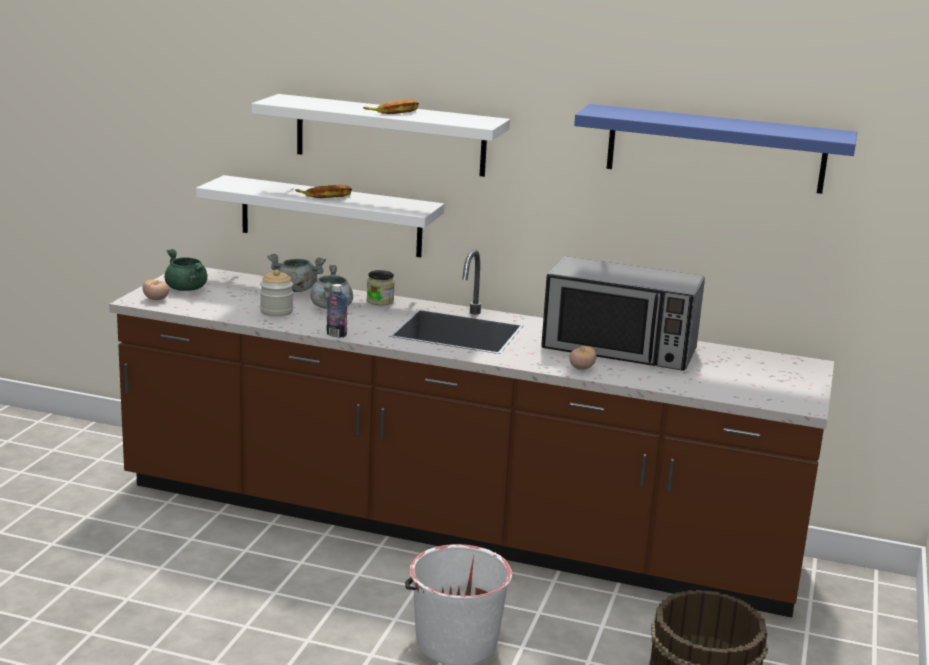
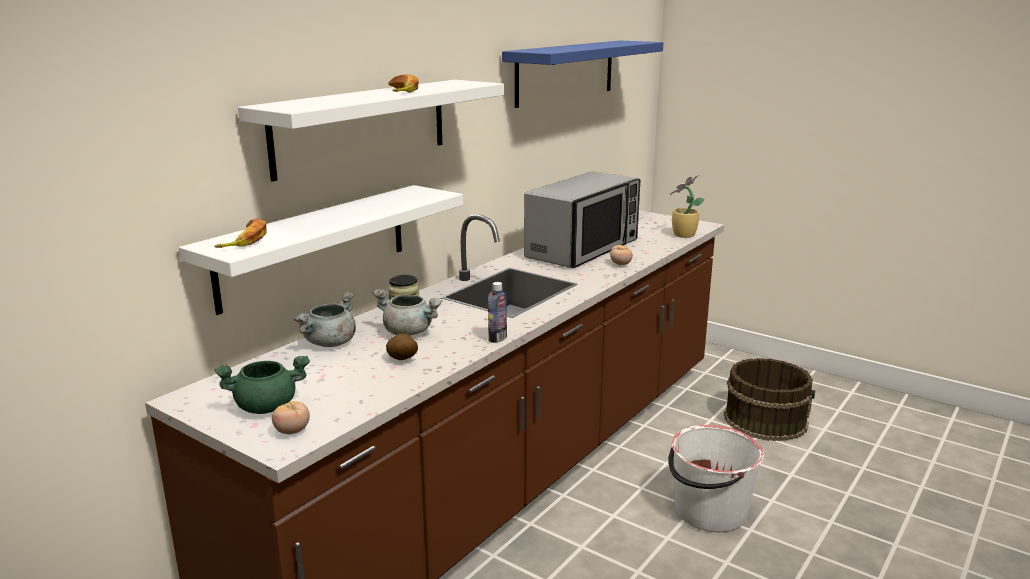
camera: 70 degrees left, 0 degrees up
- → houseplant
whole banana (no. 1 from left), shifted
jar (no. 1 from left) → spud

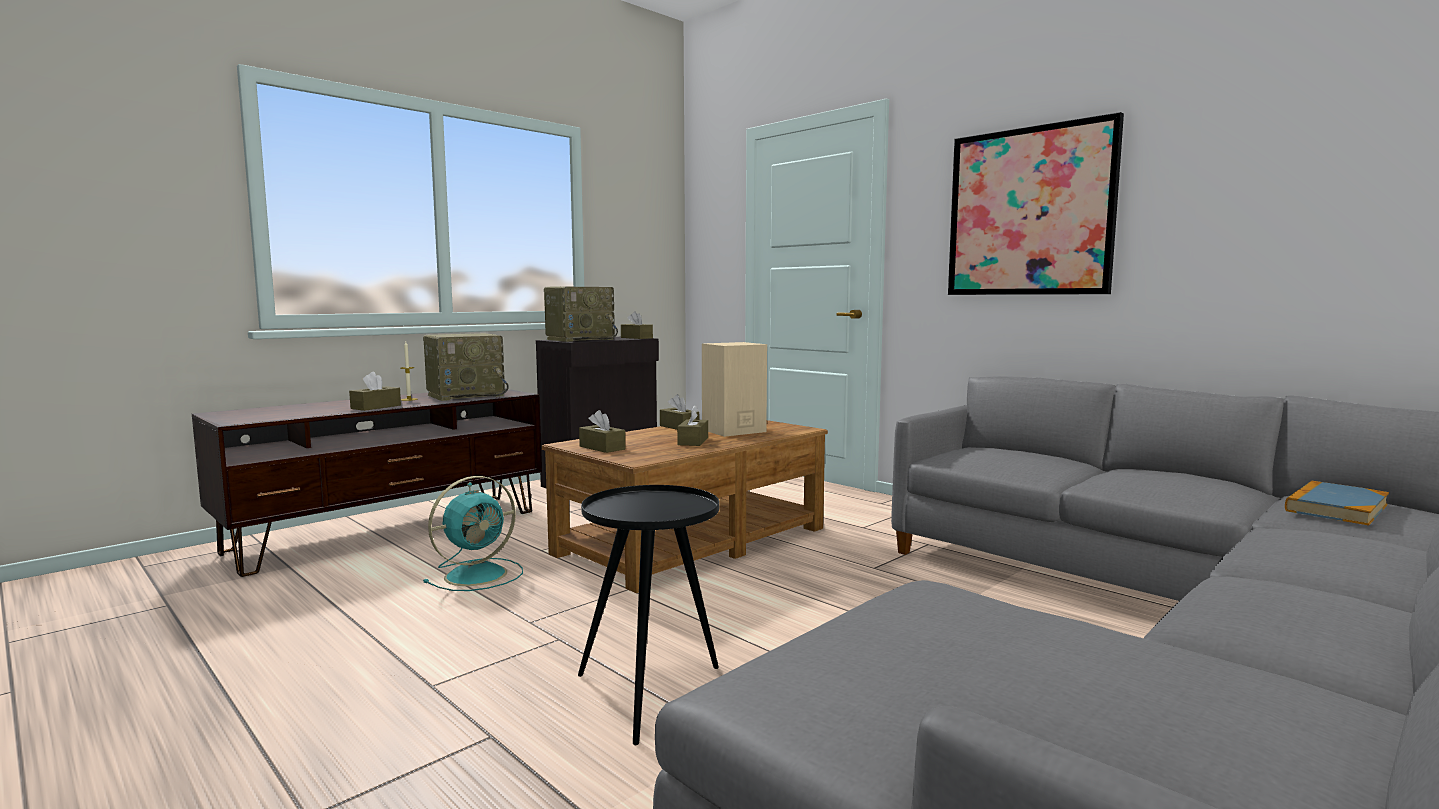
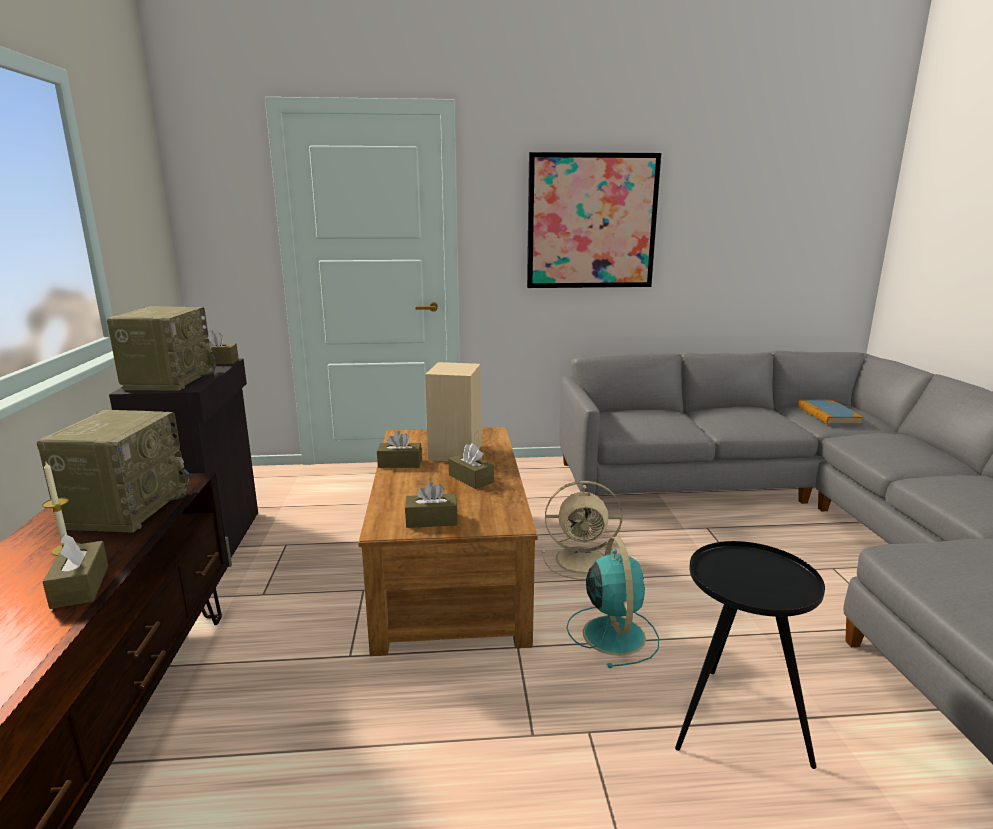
camera: 50 degrees left, 10 degrees up
- → beige fan
turquoise-coloured fan, shifted

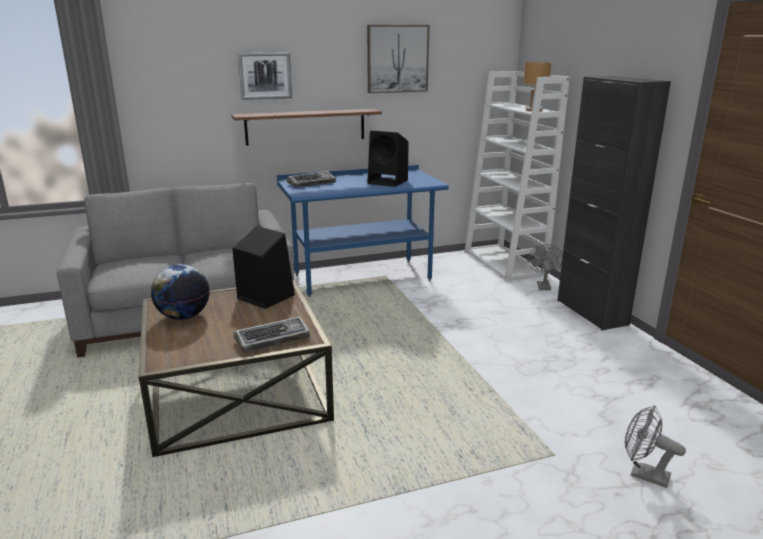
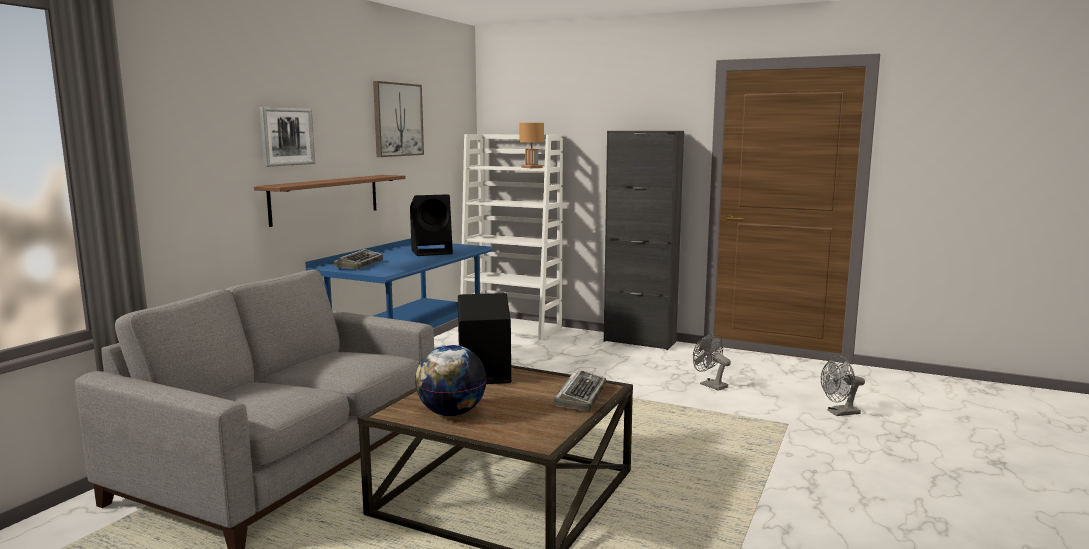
camera: 45 degrees left, 10 degrees down
grey fan (no. 1 from left), shifted

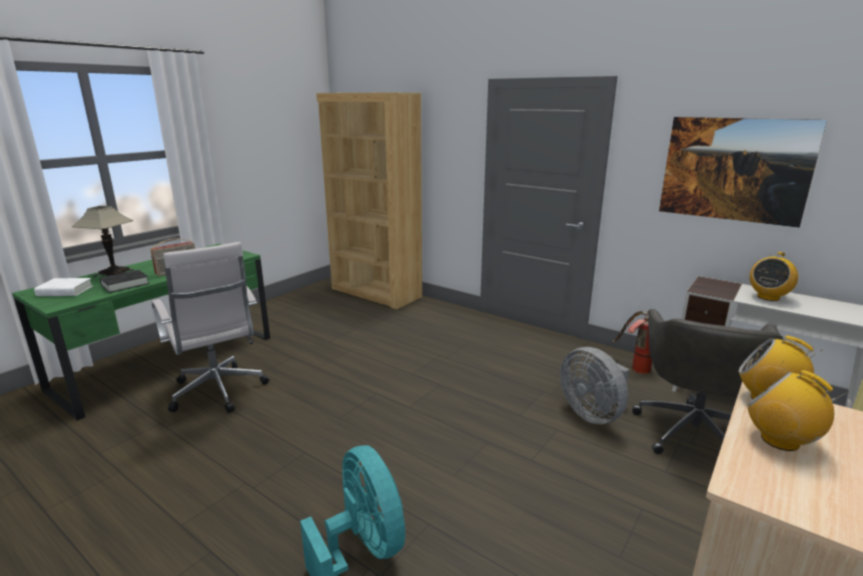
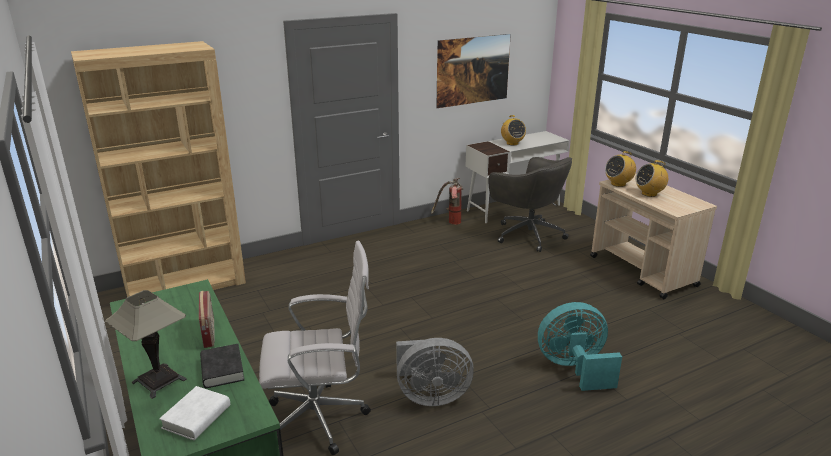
camera: 65 degrees left, 5 degrees up
grey fan, shifted

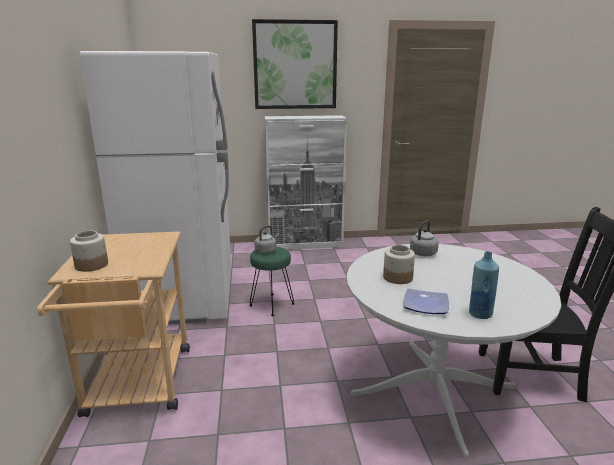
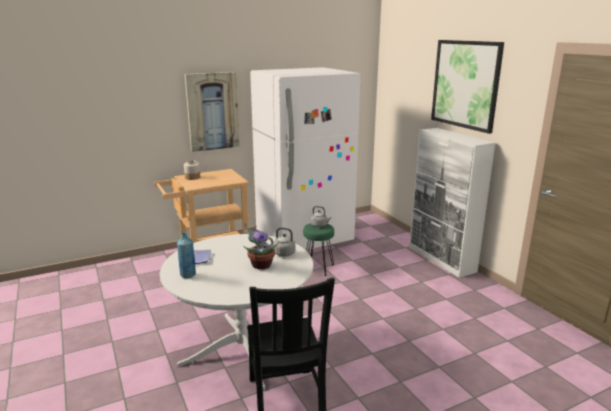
camera: 70 degrees right, 0 degrees up
jar (no. 2 from left) → -
- → wall art (no. 1 from left)
- → houseplant

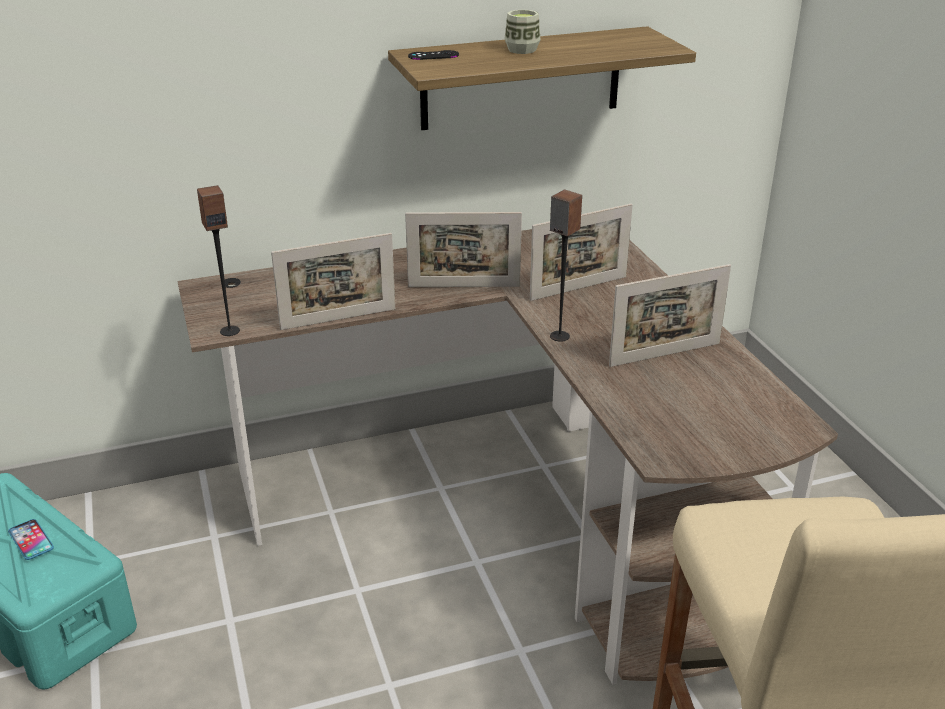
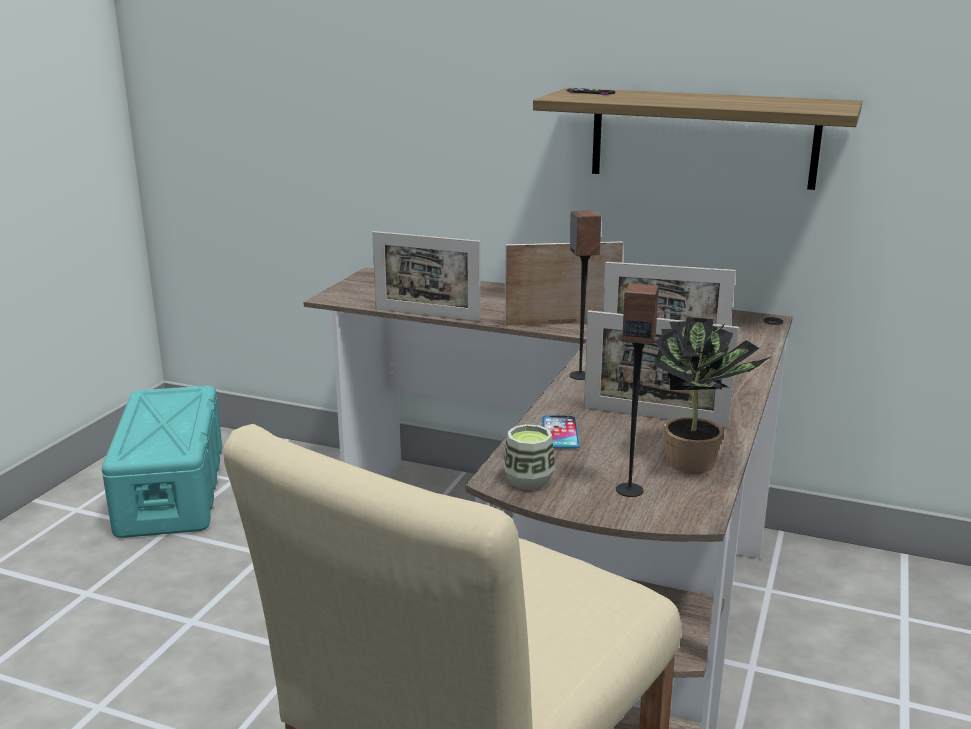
camera: 40 degrees right, 10 degrees down
- → houseplant
handset, shifted
loudspeaker (no. 1 from left in the first image) → loudspeaker (no. 2 from left), shifted
small cup, shifted
picture frame (no. 2 from left), 135 degrees clockwise

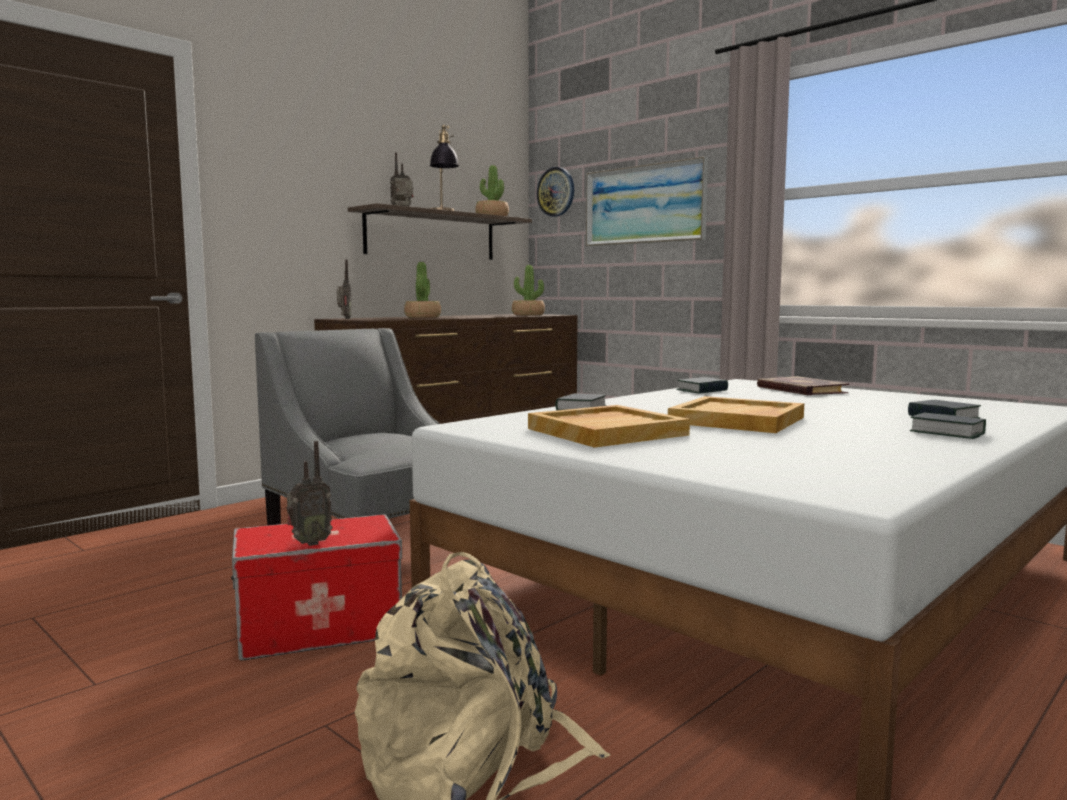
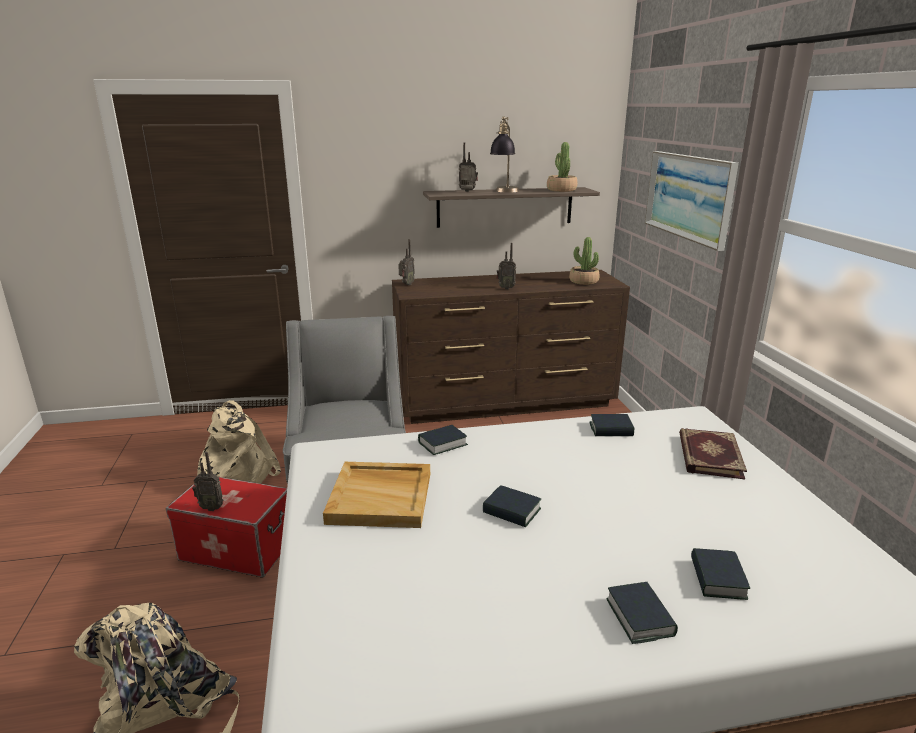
camera: 35 degrees right, 15 degrees up
houseplant (no. 1 from left) → -
hanging clock → -
- → beige knapsack (no. 2 from left)
- → radio receiver (no. 4 from left)
beige serving tray (no. 2 from left) → book (no. 2 from left)

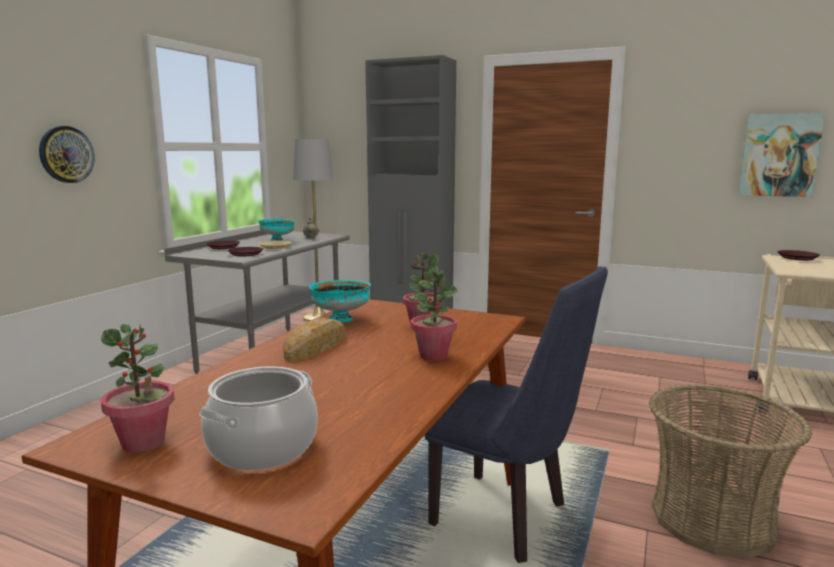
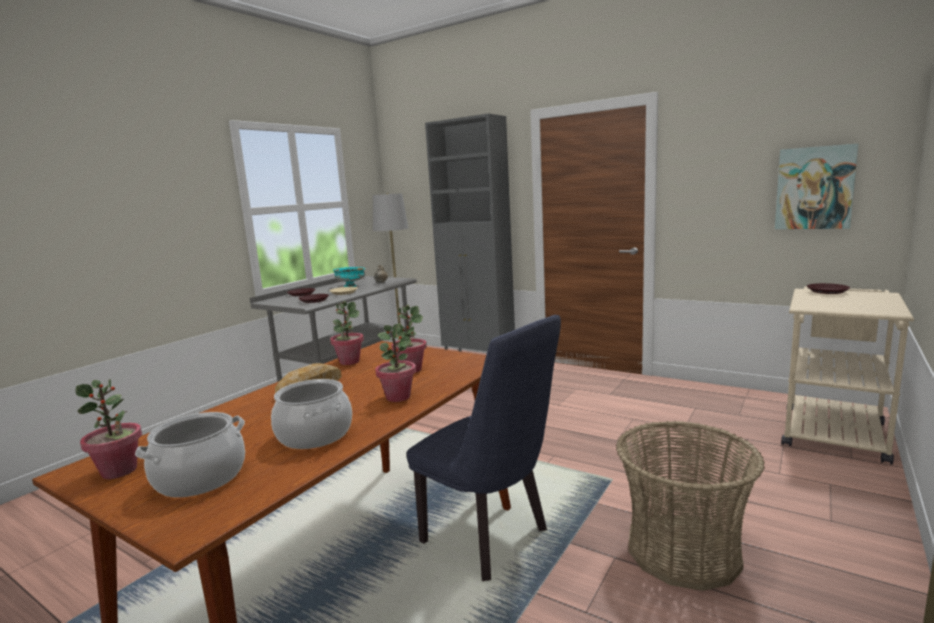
camera: 10 degrees right, 0 degrees up
hanging clock → -
- → stockpot (no. 2 from left)
turquoise-coloured deep dish (no. 2 from left) → houseplant (no. 2 from left)

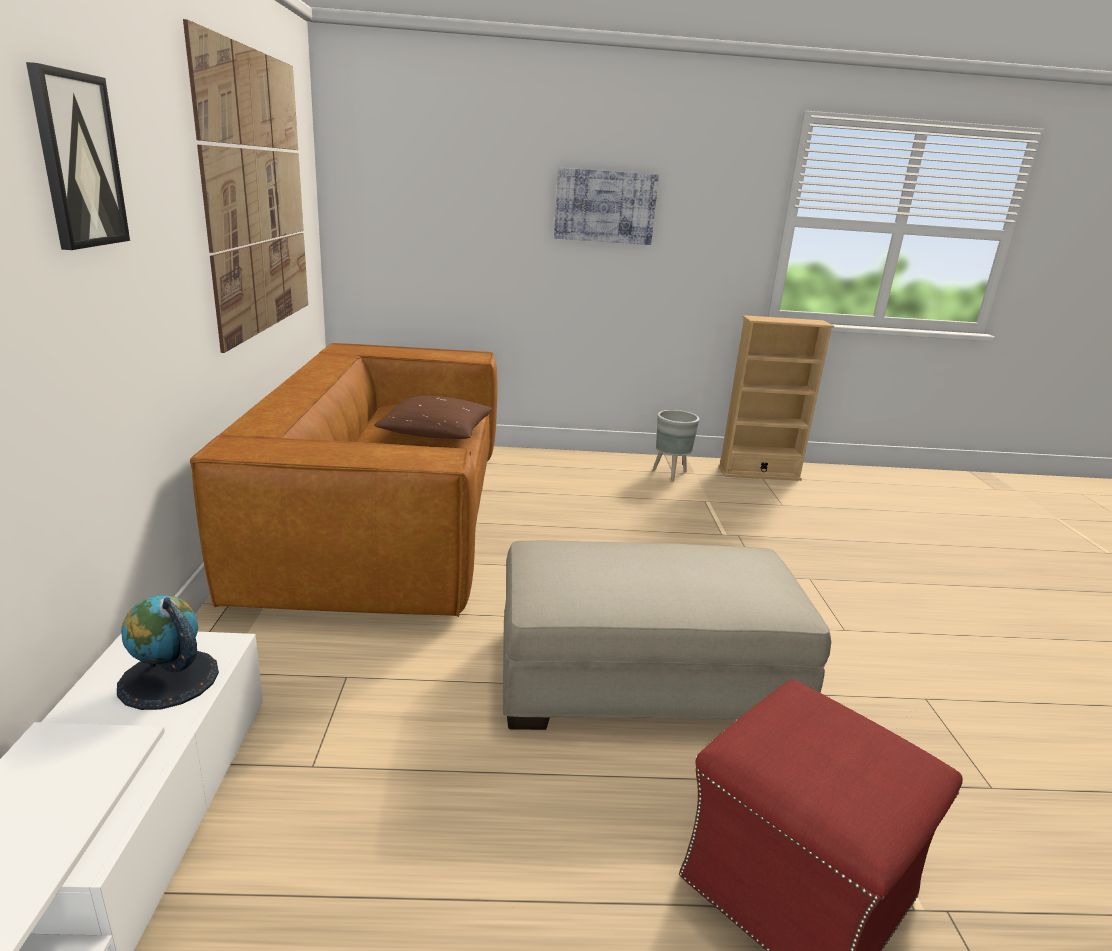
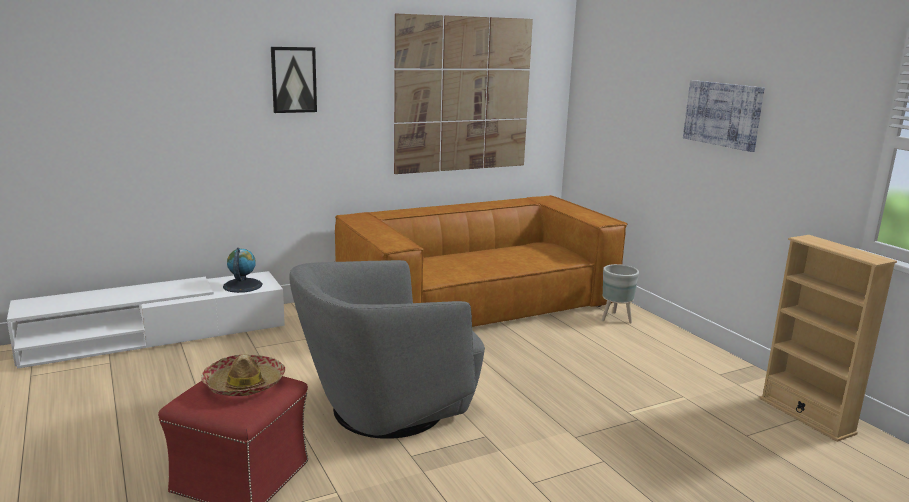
camera: 65 degrees right, 5 degrees down
brownish throw pillow → -
- → wearable hat
grey flower pot, shifted
beige pouffe → grey lounge chair

